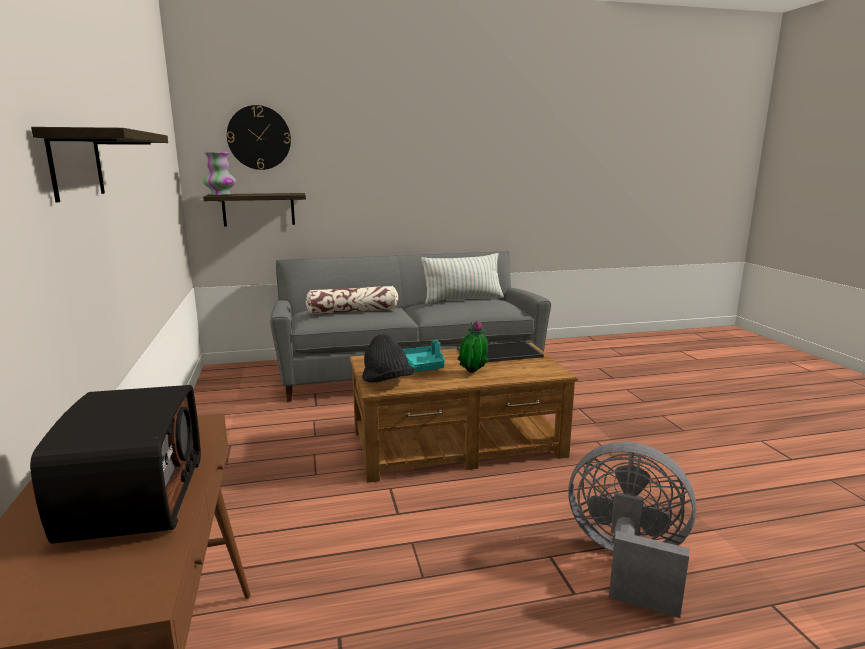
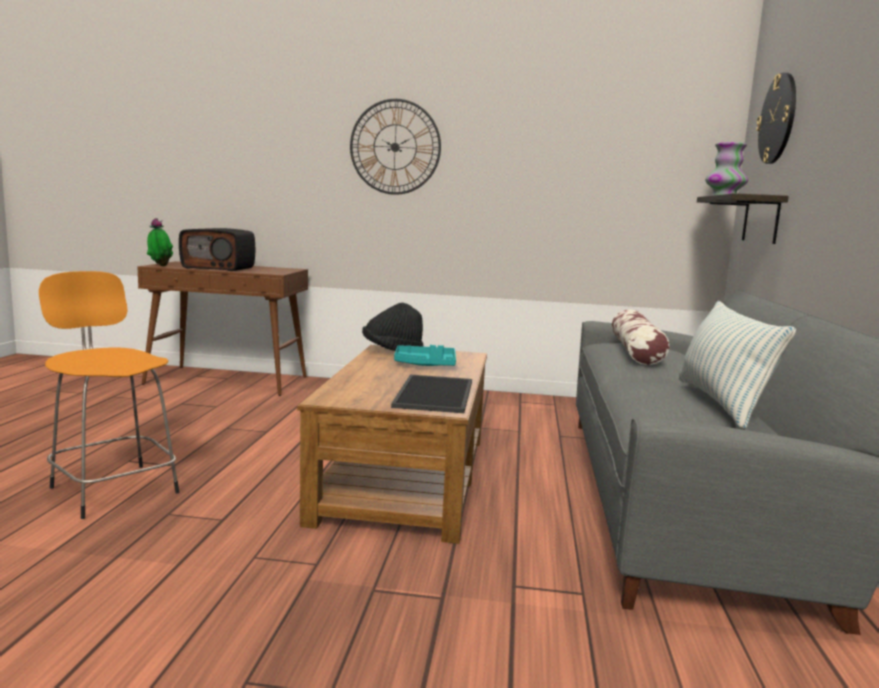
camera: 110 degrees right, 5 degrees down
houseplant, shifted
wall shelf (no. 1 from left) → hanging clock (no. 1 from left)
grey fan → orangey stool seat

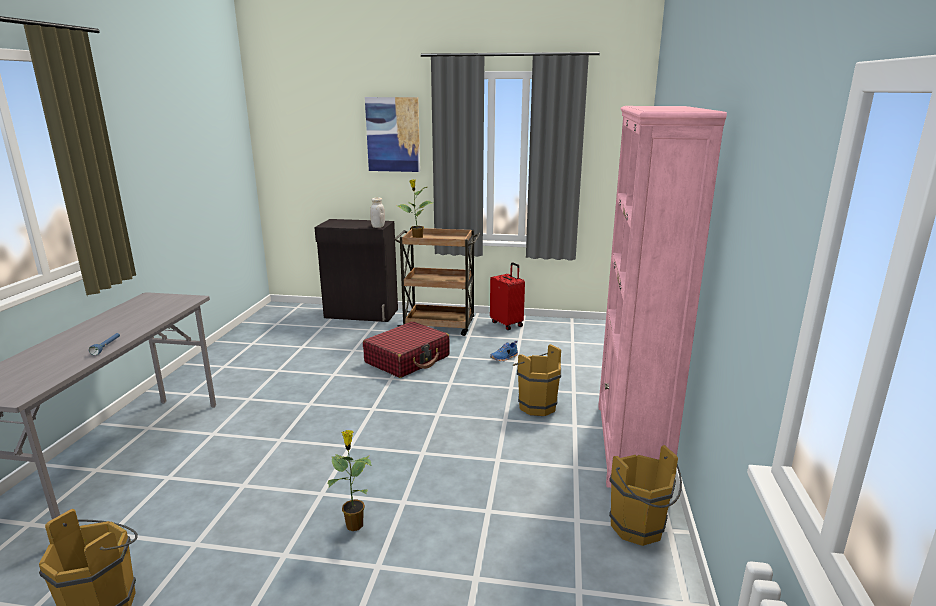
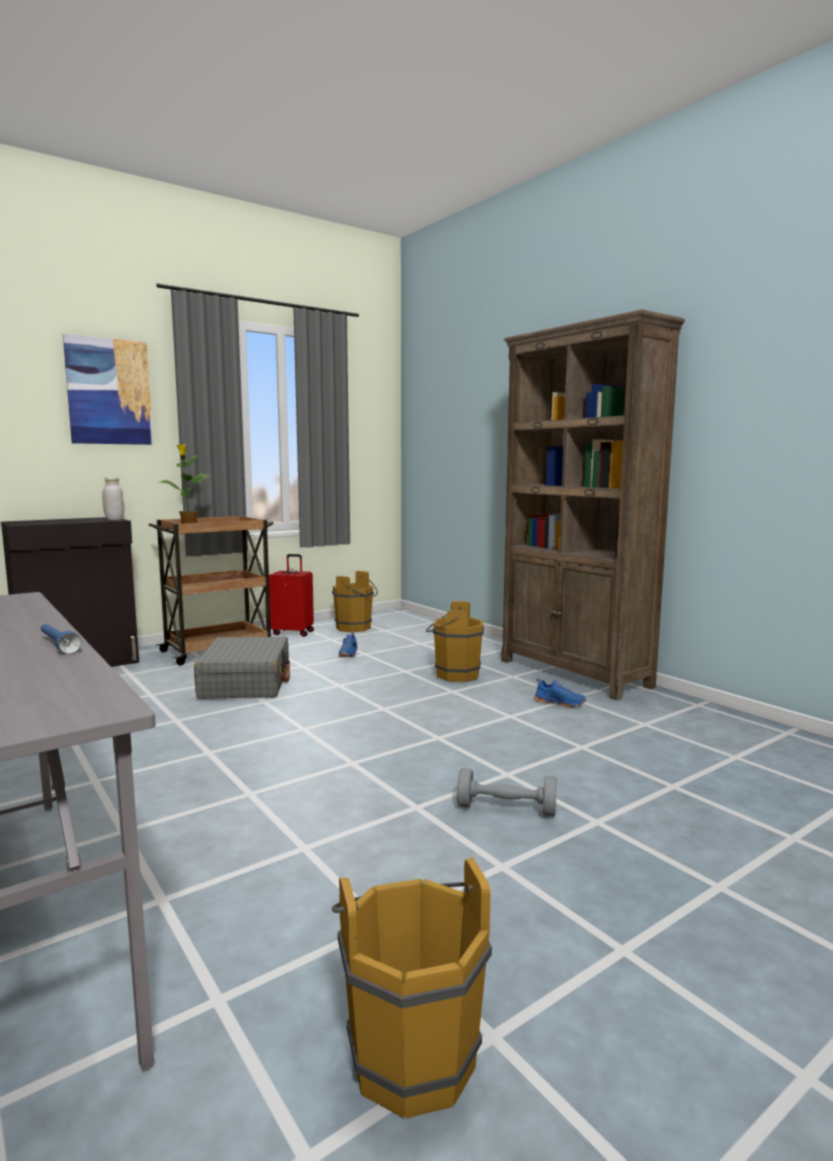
camera: 45 degrees left, 10 degrees down
- → blue-coloured item of footwear (no. 2 from left)
brownish bucket (no. 3 from left in the first image) → brownish bucket (no. 1 from left), shifted
houseplant (no. 1 from left) → grey dumbbell
red-coloured travel case (no. 1 from left) → grey travel case
pink-coloured bookshelf → brownish bookshelf

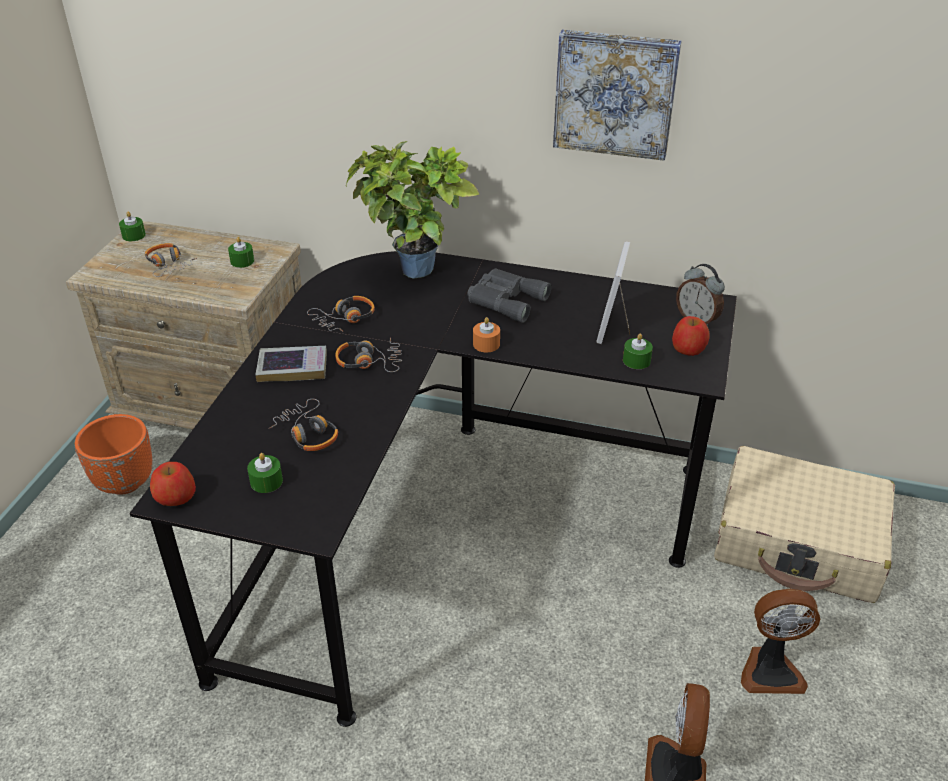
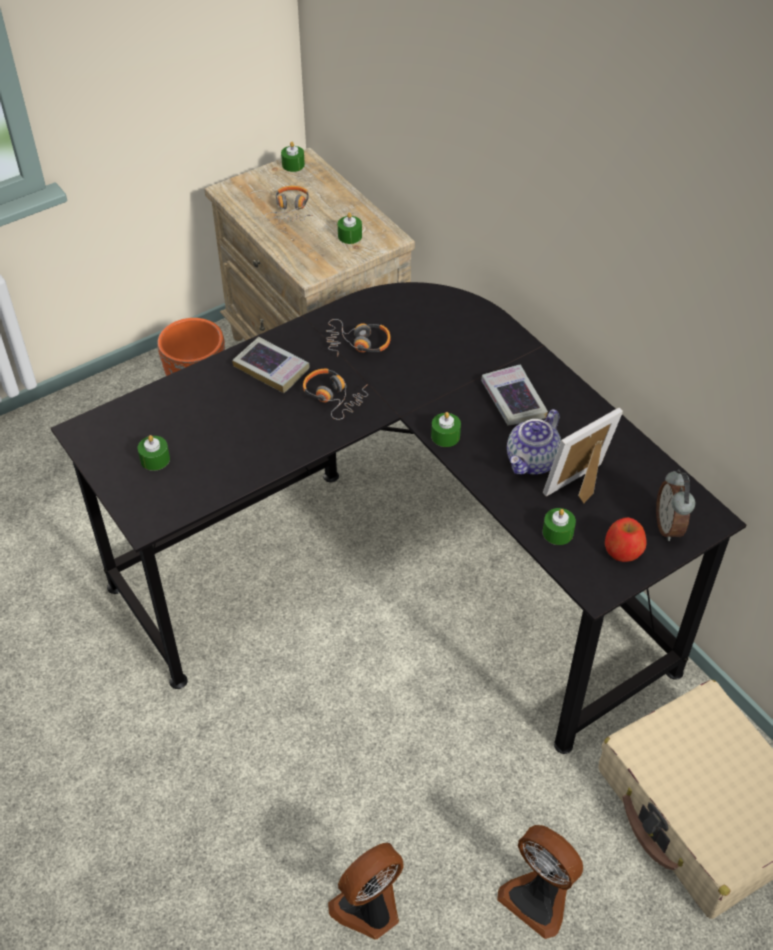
camera: 40 degrees right, 10 degrees up
apple (no. 1 from left) → -
pair of headphones (no. 2 from left) → -
houseplant → -
wall art → -
- → teapot
grey field glasses → book (no. 2 from left)
orangey candle → green-coloured candle (no. 4 from left)

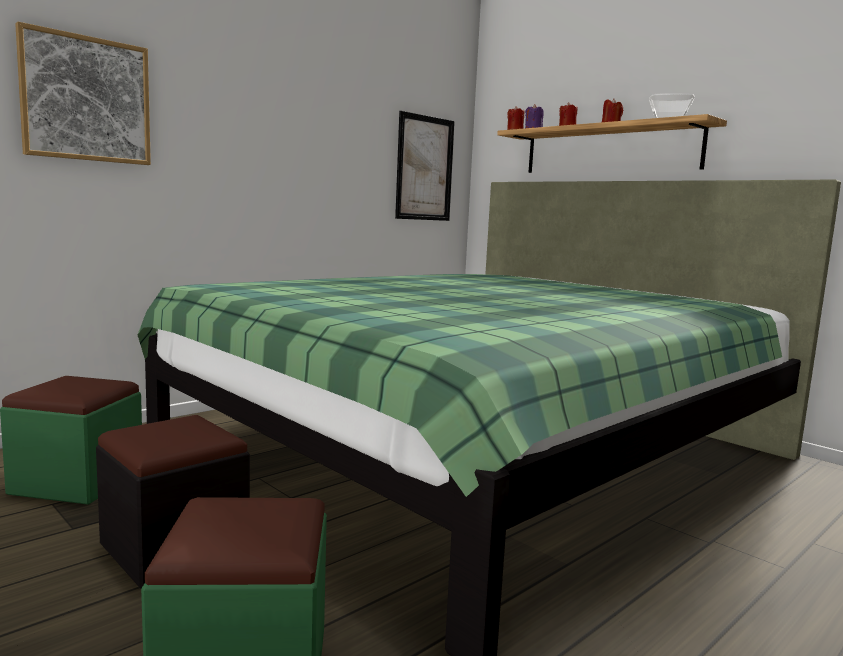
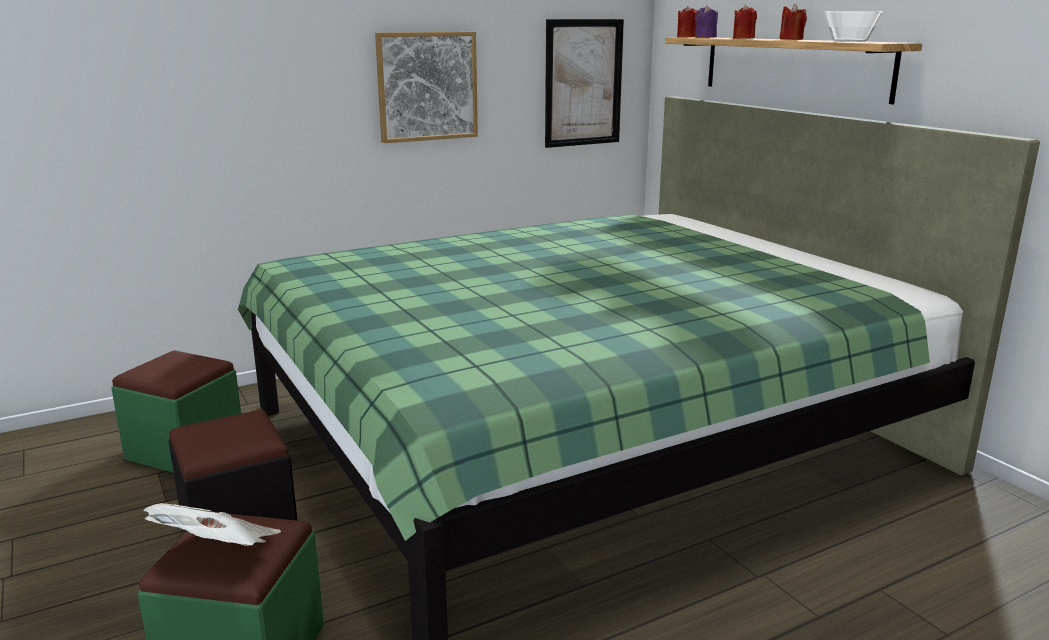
camera: 15 degrees right, 10 degrees up
- → newspaper
wall art (no. 1 from left), shifted

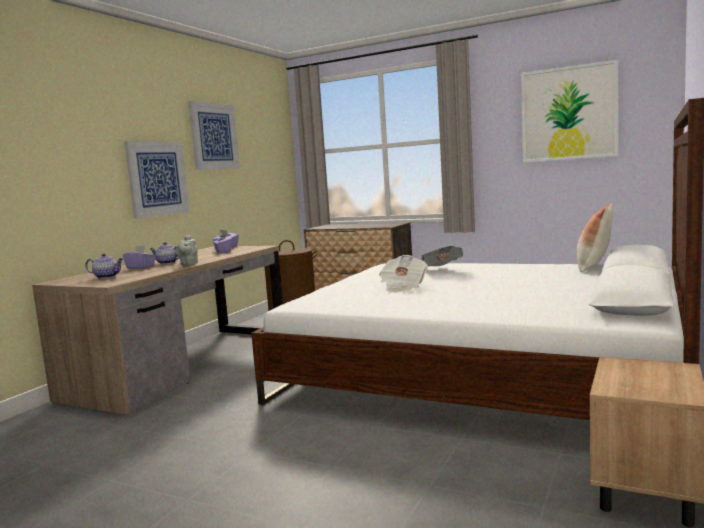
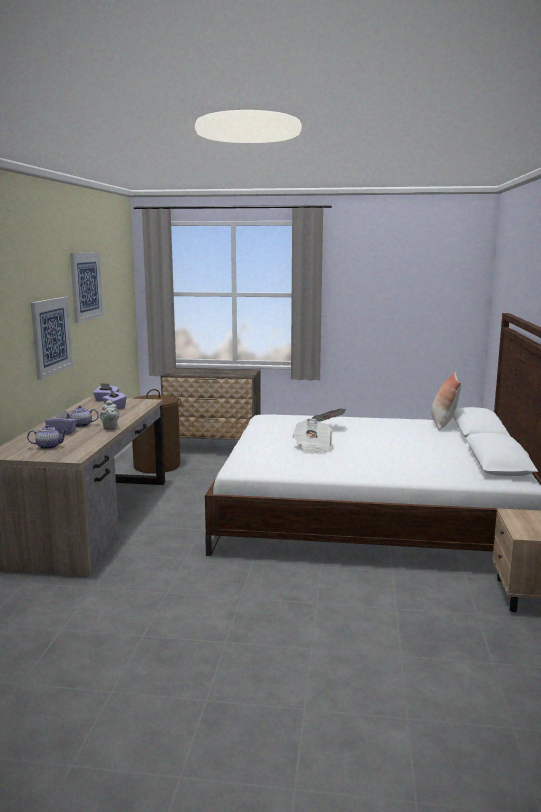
camera: 20 degrees left, 5 degrees up
wall art (no. 3 from left) → -

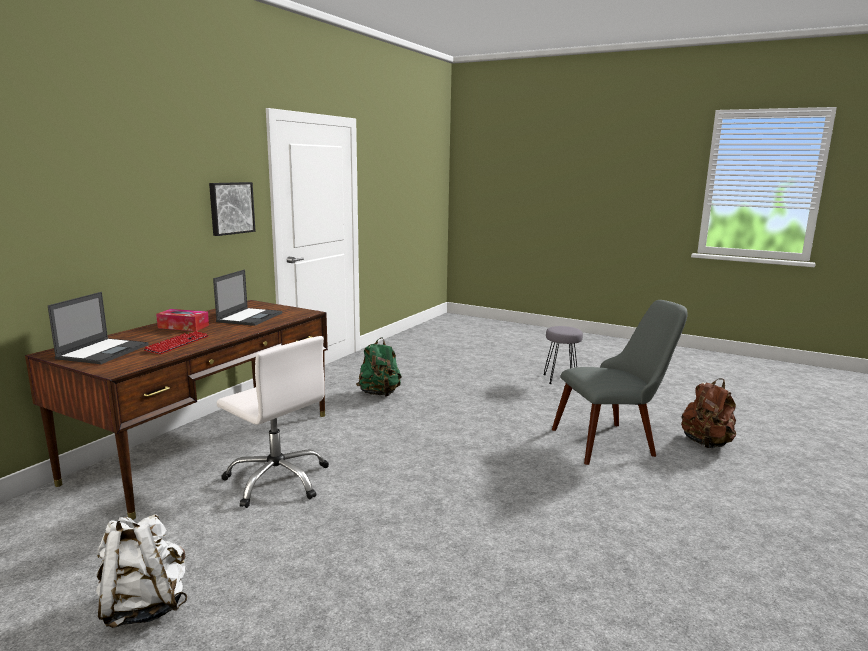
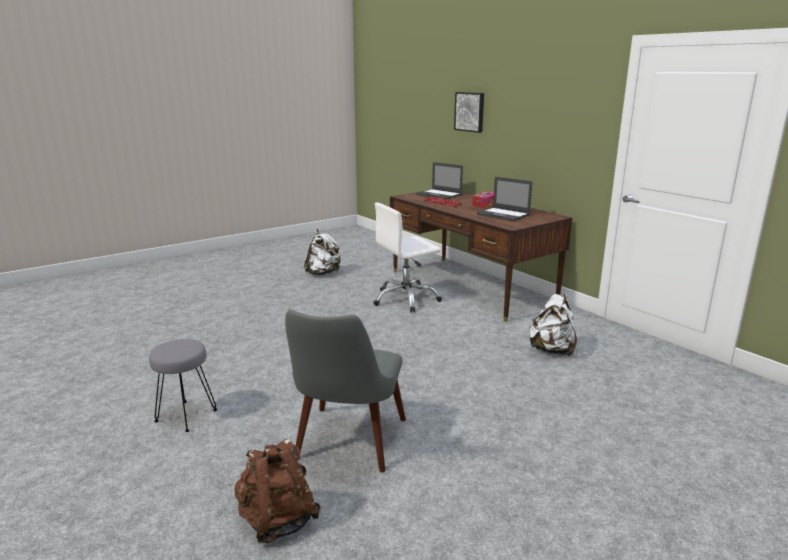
camera: 115 degrees right, 5 degrees up
wall art, shifted
grey stool seat, shifted
green-coloured knapsack → white knapsack (no. 2 from left)

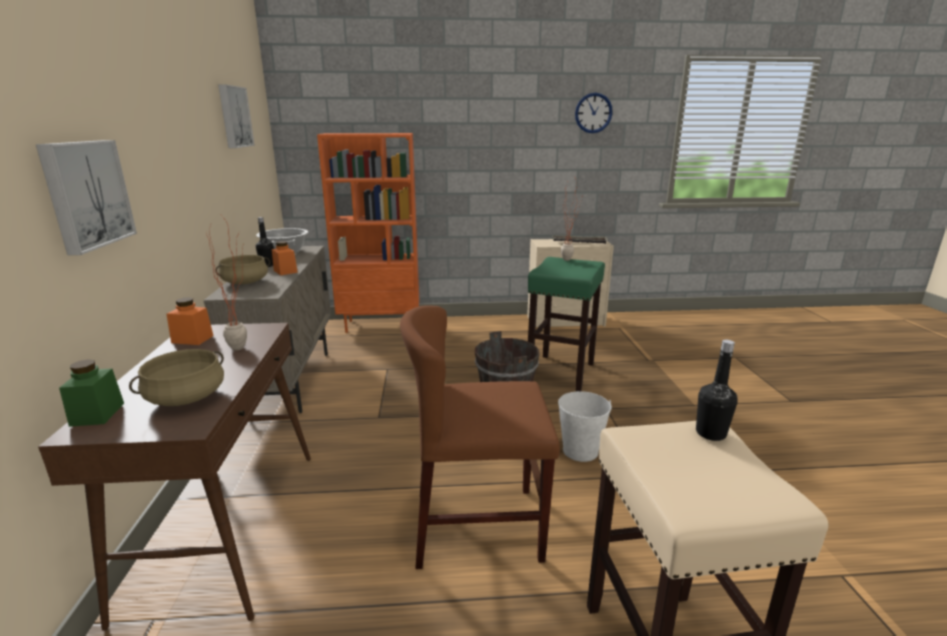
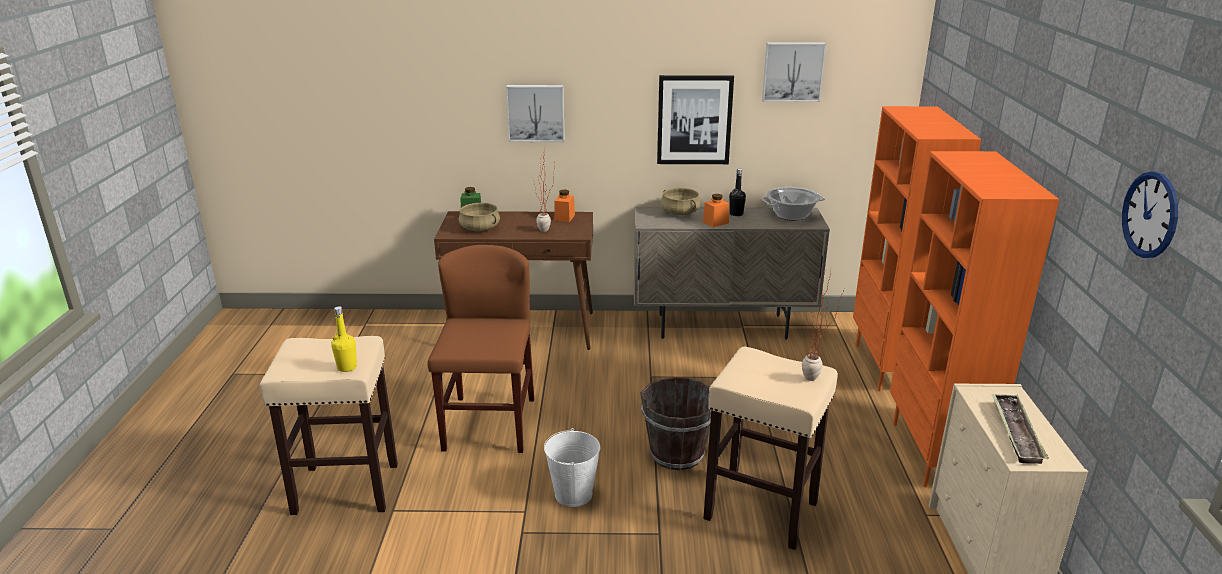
camera: 95 degrees right, 5 degrees up
- → wall art (no. 2 from left)
- → orangey bookshelf (no. 2 from left)
green-coloured stool seat → beige stool seat (no. 2 from left)
black-coloured bottle (no. 2 from left) → yellow bottle

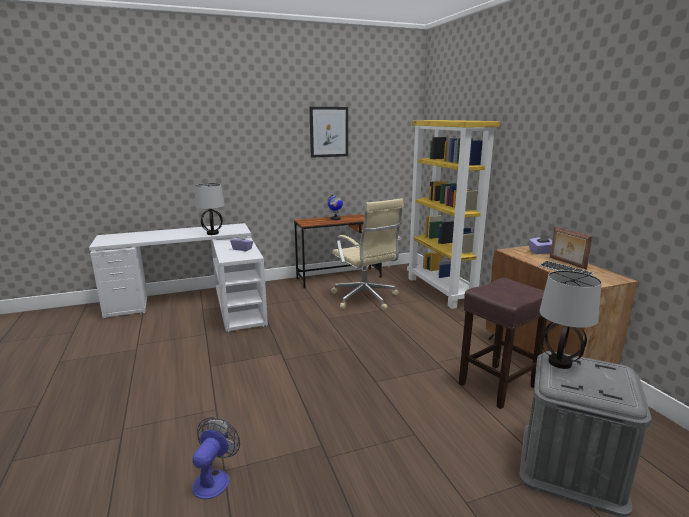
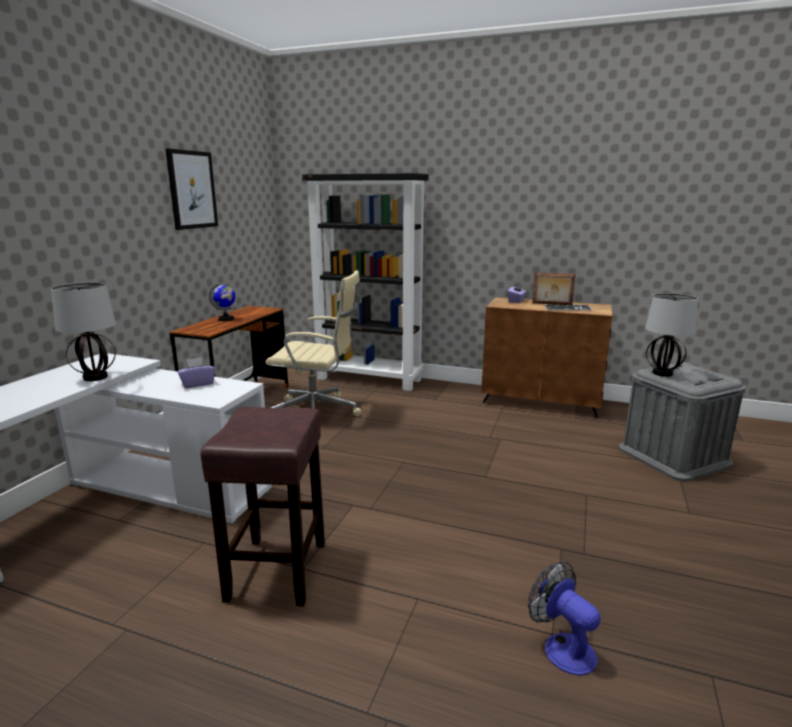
camera: 50 degrees left, 0 degrees up
brownish stool seat, shifted
yellow bookshelf → black-coloured bookshelf

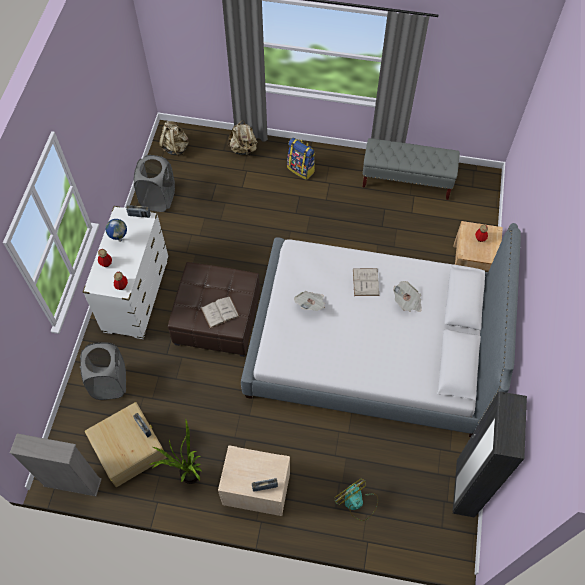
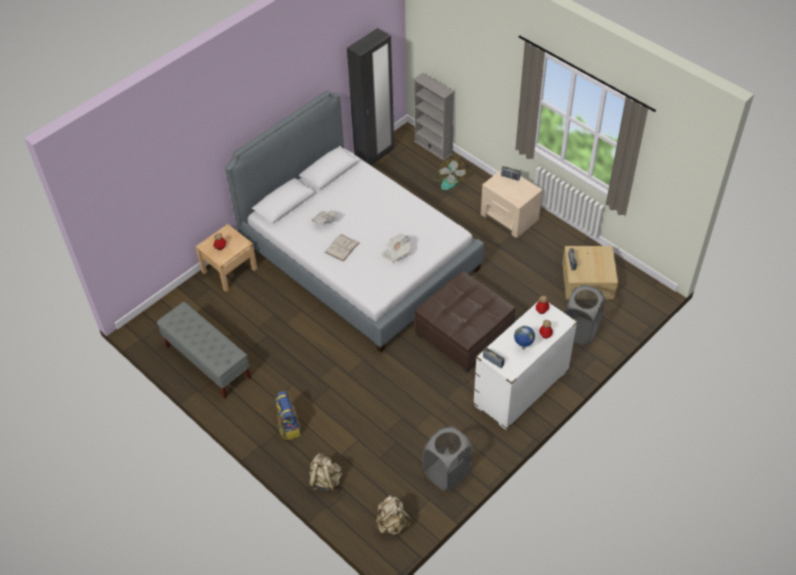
camera: 145 degrees left, 10 degrees down
houseplant → -
white book (no. 1 from left) → -
grey bookshelf, shifted

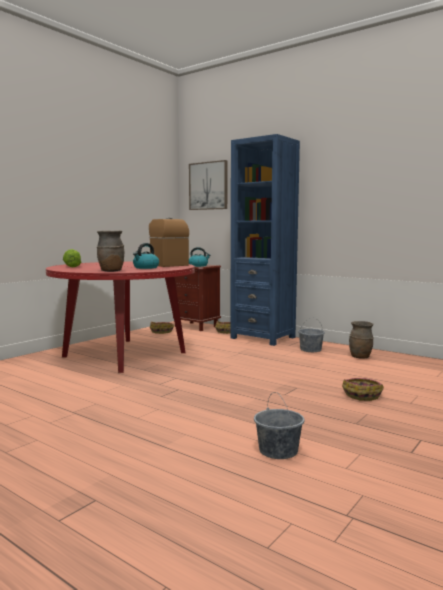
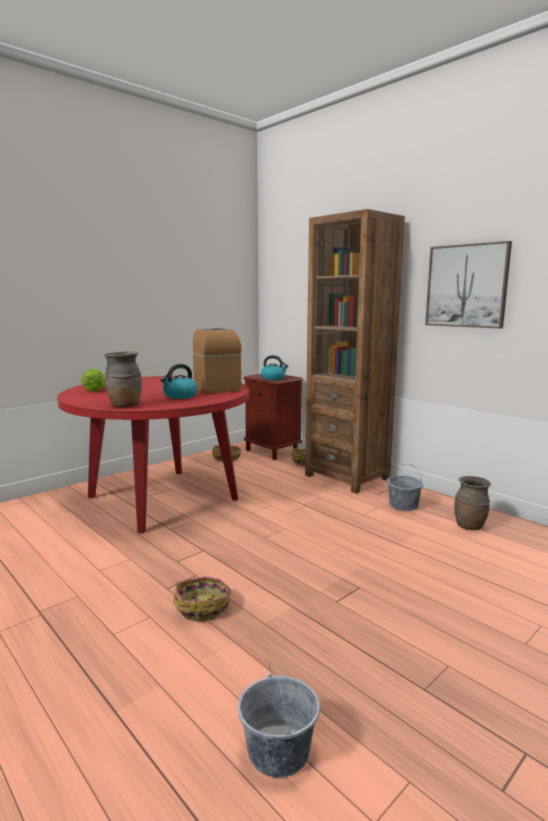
camera: 10 degrees right, 5 degrees up
wall art, shifted
basket (no. 3 from left in the first image) → basket (no. 1 from left), shifted
blue-coloured bookshelf → brownish bookshelf

